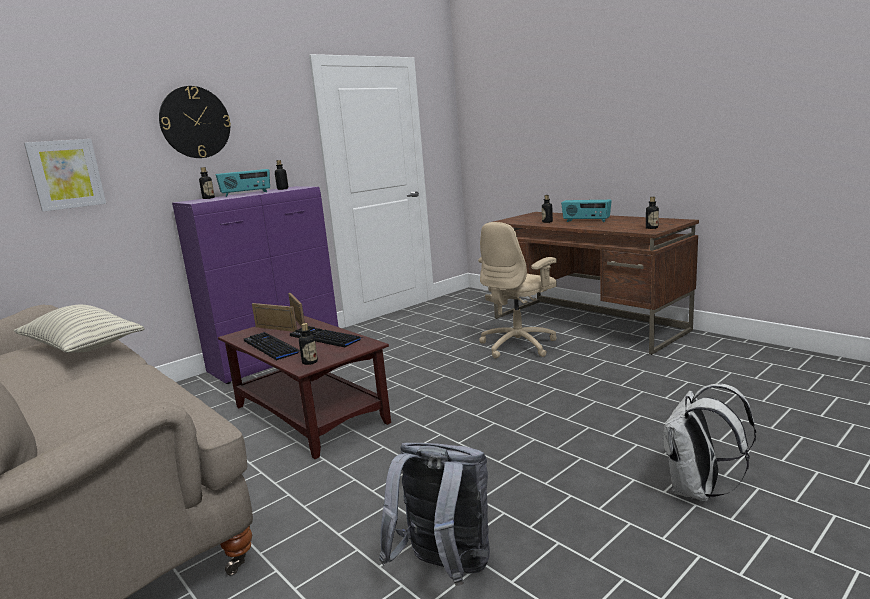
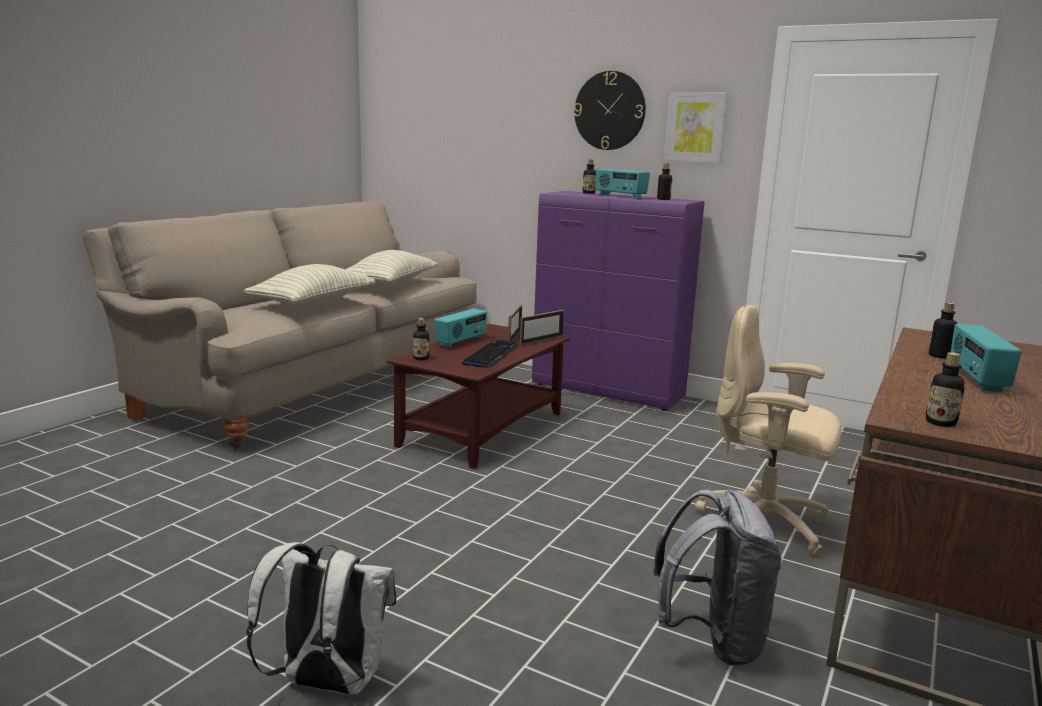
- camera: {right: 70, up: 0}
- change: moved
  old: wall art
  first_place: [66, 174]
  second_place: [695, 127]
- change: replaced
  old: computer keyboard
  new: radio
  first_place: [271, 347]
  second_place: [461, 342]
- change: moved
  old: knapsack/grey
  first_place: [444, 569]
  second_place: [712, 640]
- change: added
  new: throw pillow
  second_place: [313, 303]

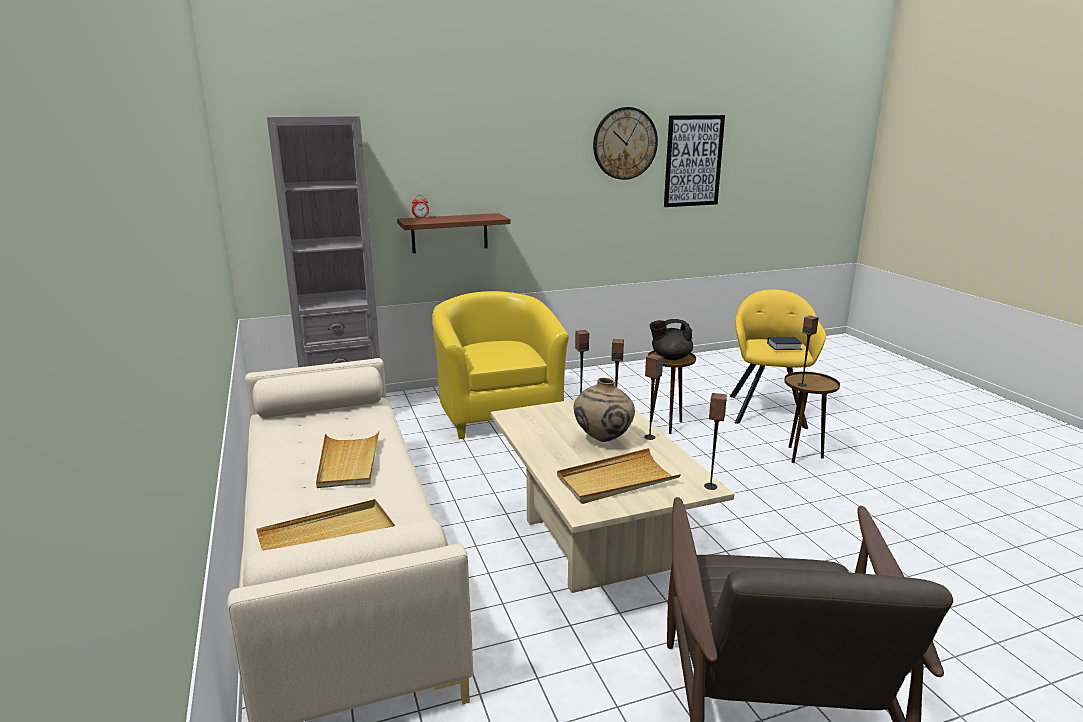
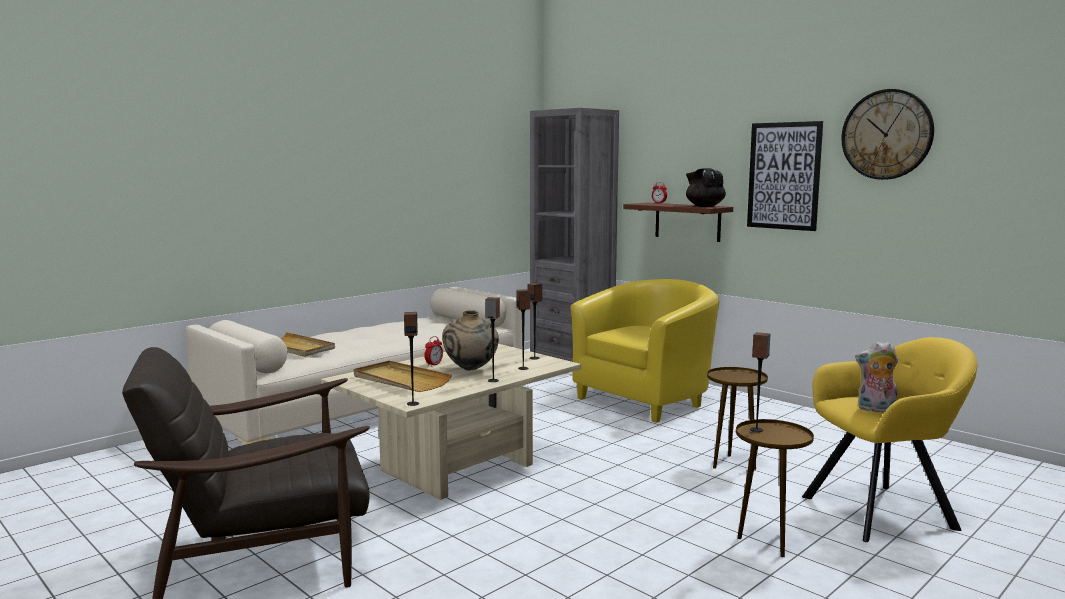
- camera: {right: 65, up: -10}
- change: removed
  old: carrying tray/beige
  first_place: [348, 462]
- change: moved
  old: teapot/black-coloured
  first_place: [670, 357]
  second_place: [704, 206]
- change: moved
  old: wall art
  first_place: [693, 161]
  second_place: [784, 176]
- change: replaced
  old: volume
  new: cuddly toy
  first_place: [784, 346]
  second_place: [875, 410]
- change: added
  new: table clock
  second_place: [434, 365]

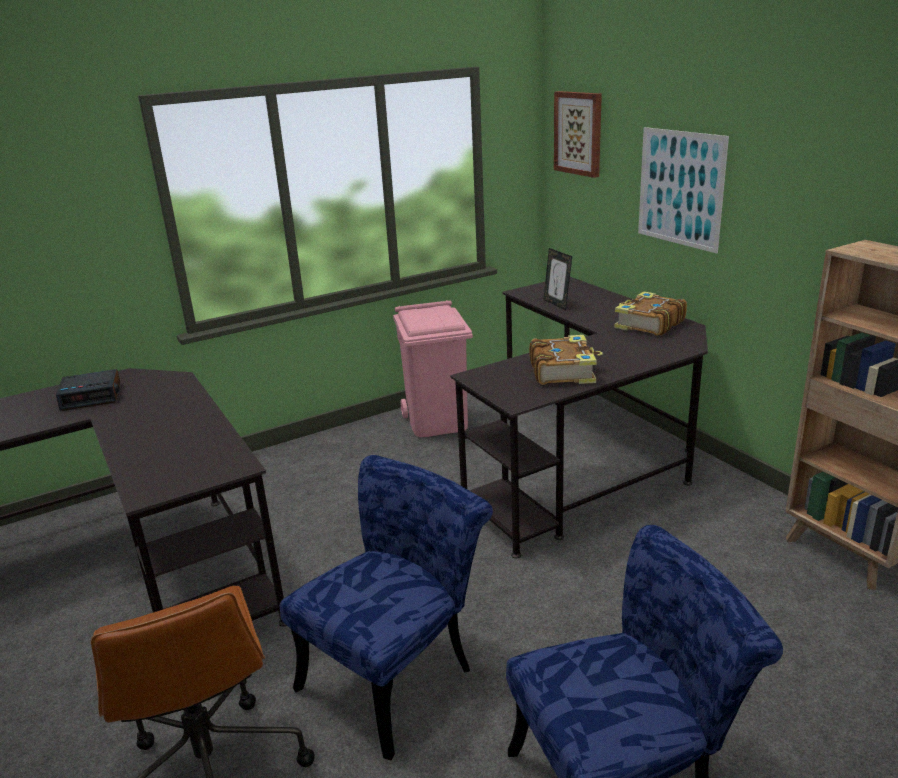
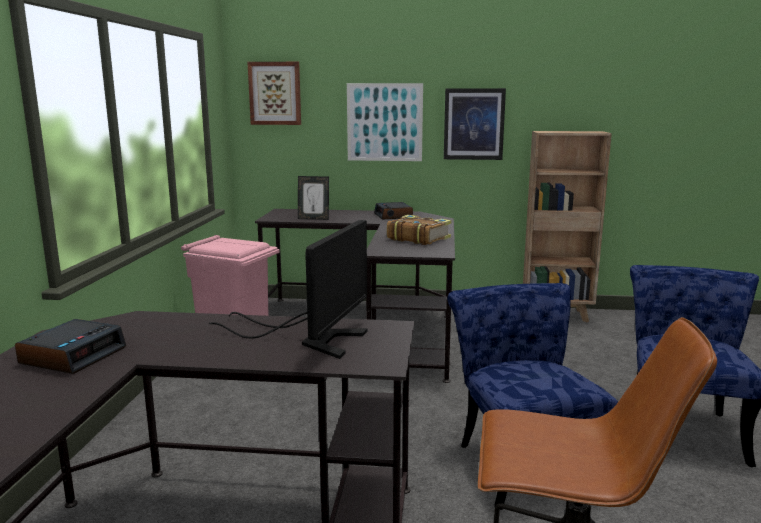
- camera: {right: -55, up: -10}
- change: replaced
  old: volume
  new: table clock
  first_place: [648, 324]
  second_place: [393, 216]
- change: added
  new: computer screen
  second_place: [312, 338]
- change: added
  new: wall art
  second_place: [474, 124]

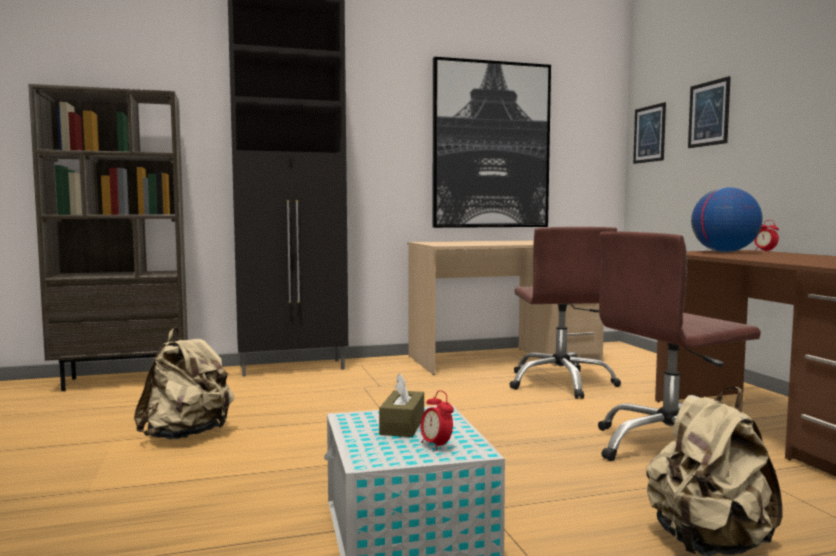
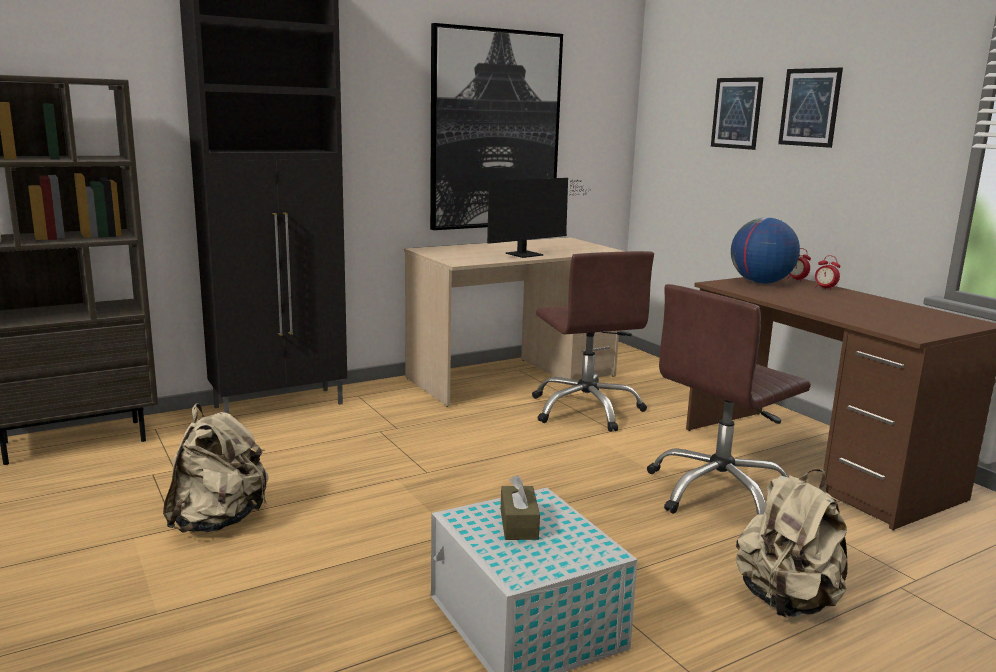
- camera: {right: -15, up: 10}
- change: moved
  old: table clock
  first_place: [436, 446]
  second_place: [824, 288]
- change: moved
  old: wall art
  first_place: [649, 134]
  second_place: [809, 107]
- change: added
  new: computer screen
  second_place: [529, 254]

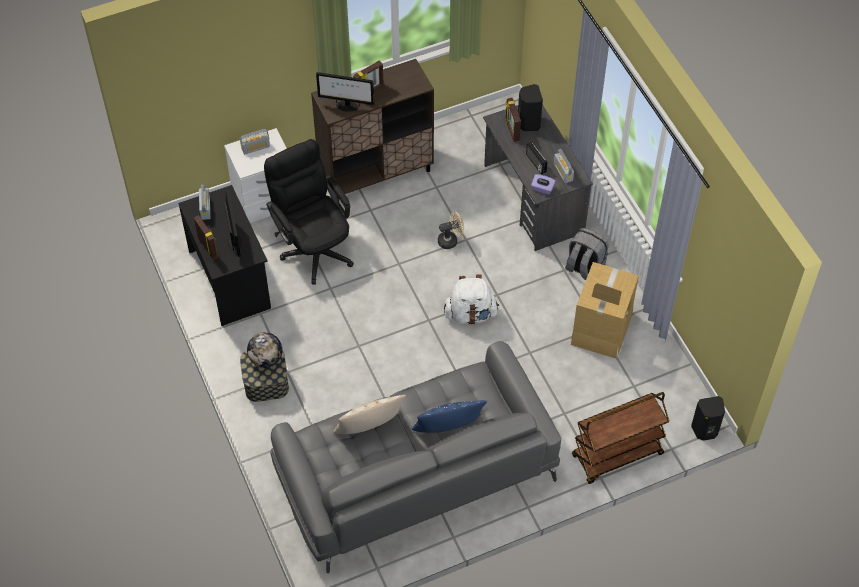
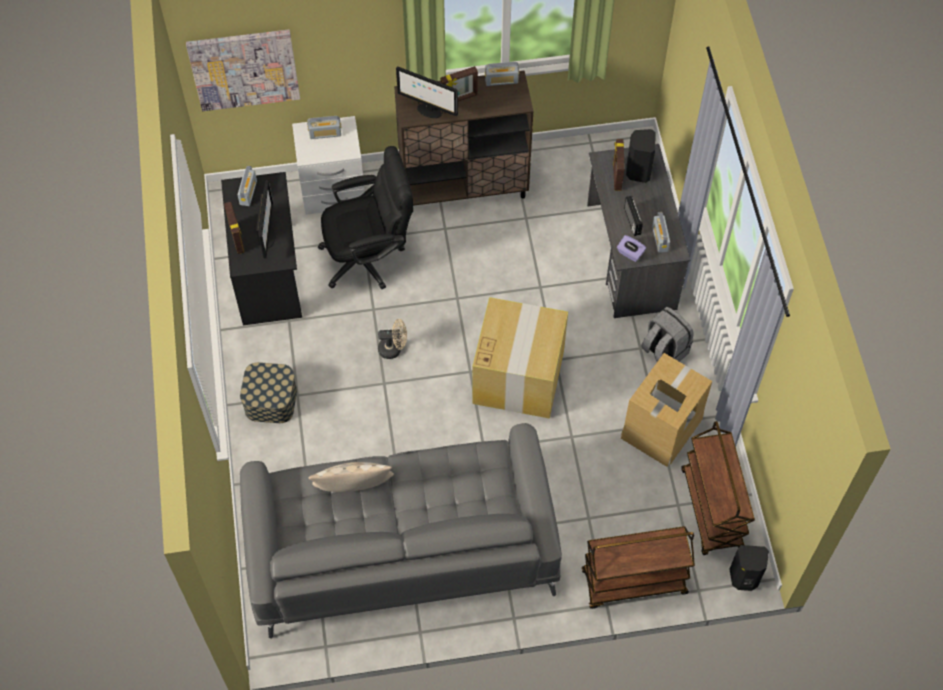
- camera: {right: 15, up: 5}
- change: removed
  old: globe
  first_place: [266, 359]
- change: turned
  old: office chair/black-coloured
  first_place: [313, 247]
  second_place: [370, 257]
  degrees: 90
- change: removed
  old: throw pillow/blue
  first_place: [448, 429]
- change: moved
  old: fan/beige
  first_place: [450, 240]
  second_place: [393, 349]
- change: replaced
  old: knapsack/white-coloured
  new: cardboard box
  first_place: [470, 314]
  second_place: [518, 376]
- change: added
  new: wall art
  second_place: [244, 68]
- change: added
  new: radio
  second_place: [501, 81]
- change: added
  new: wheeled cart/brownish
  second_place: [712, 510]

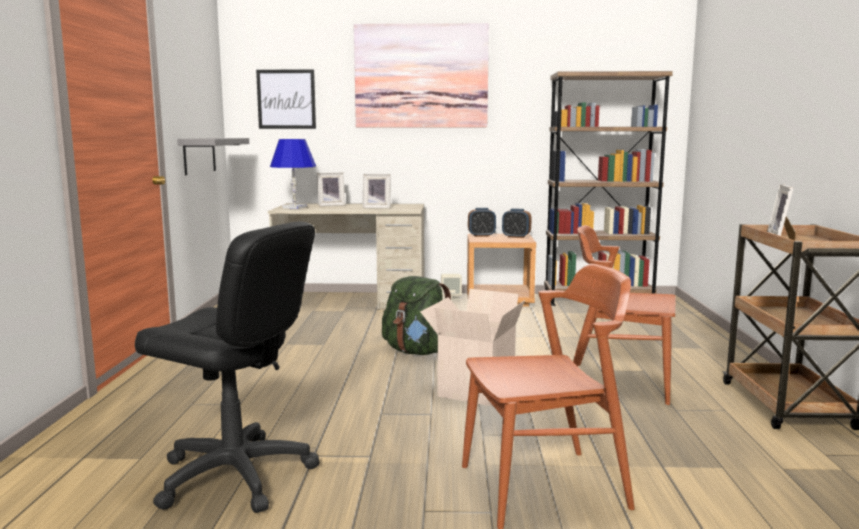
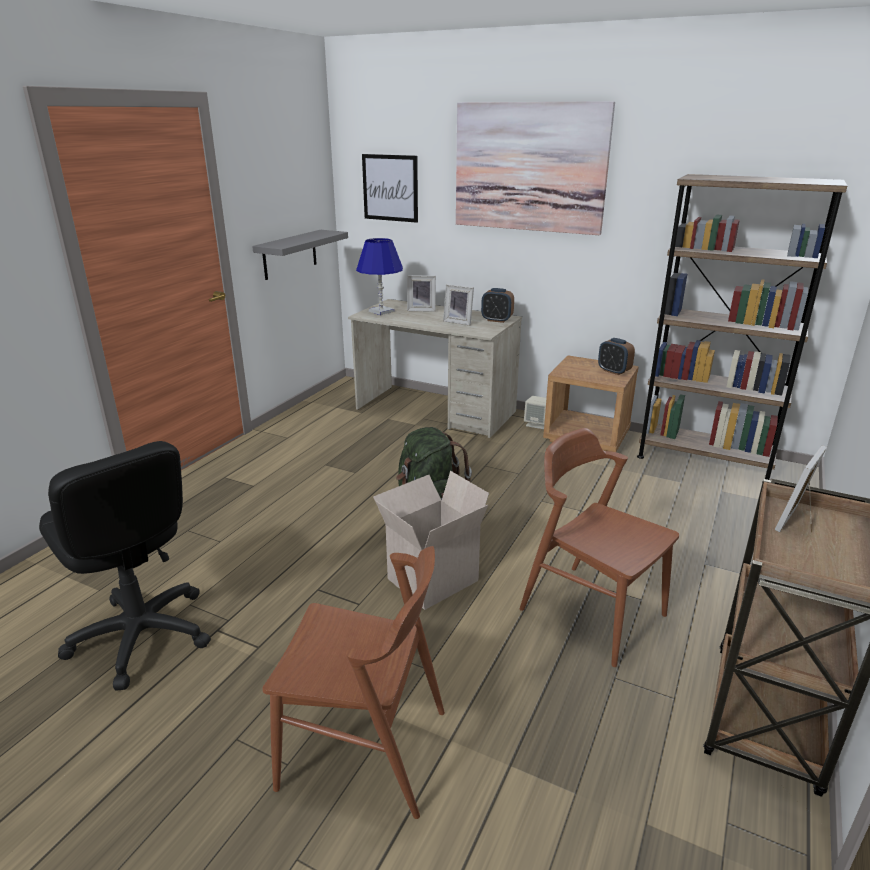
- camera: {right: 25, up: 15}
- change: moved
  old: table clock
  first_place: [481, 235]
  second_place: [497, 320]

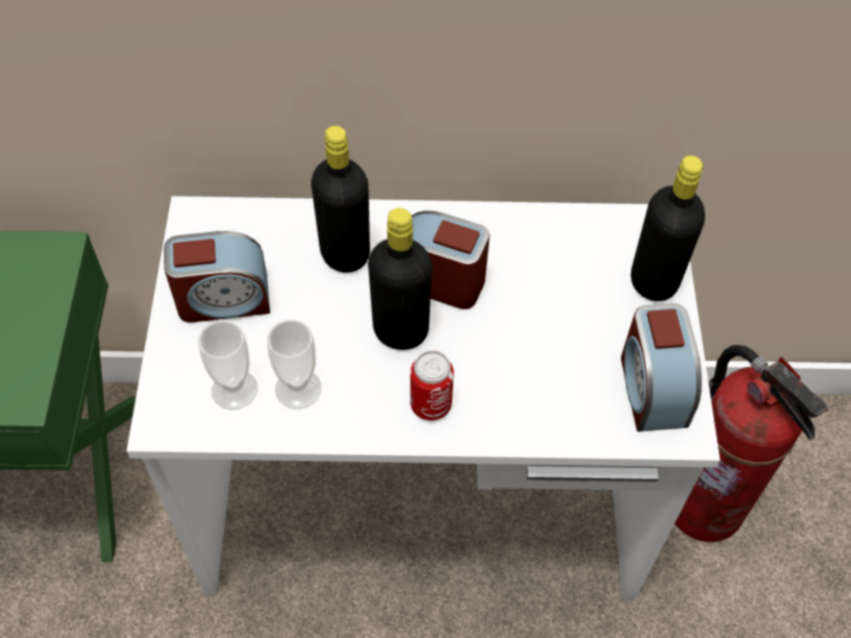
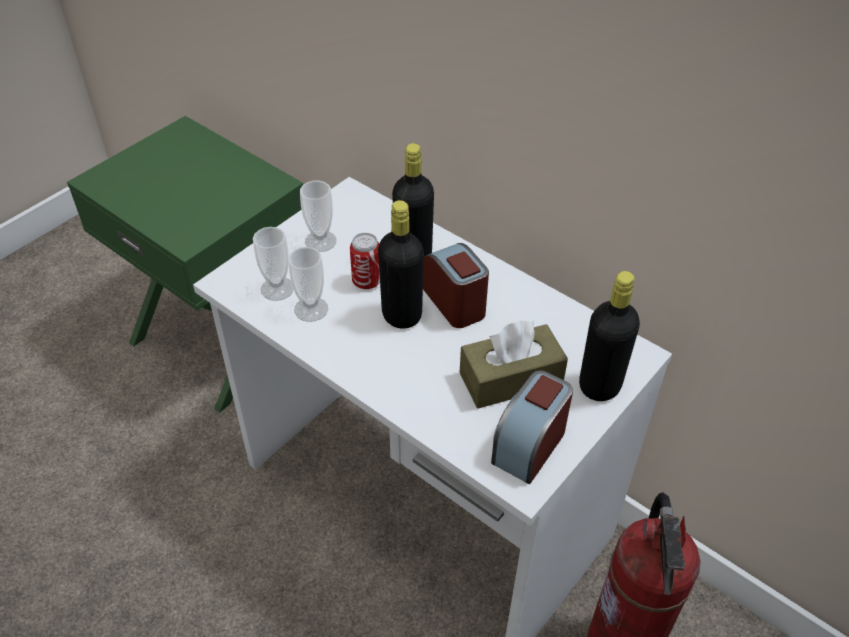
- camera: {right: 40, up: -10}
- change: replaced
  old: table clock
  new: cup
  first_place: [223, 299]
  second_place: [320, 241]
- change: moved
  old: can
  first_place: [430, 405]
  second_place: [367, 281]
- change: added
  new: box of tissues/brownish
  second_place: [511, 379]

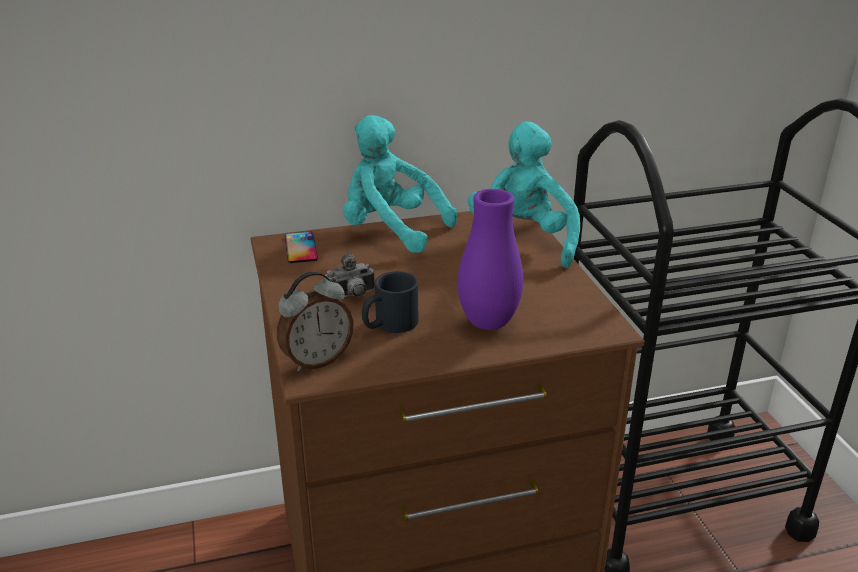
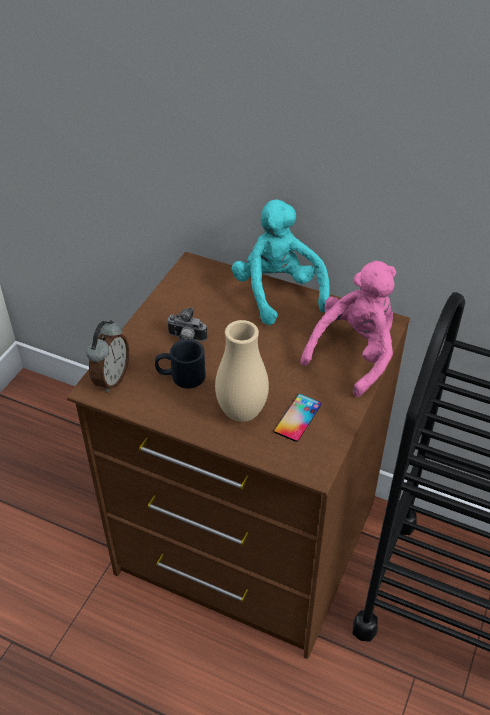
- camera: {right: 40, up: 15}
- change: turned
  old: table clock
  first_place: [316, 360]
  second_place: [111, 378]
  degrees: -75
- change: moved
  old: handset
  first_place: [300, 248]
  second_place: [297, 417]
- change: recoloured
  old: decorative vase/purple
  new: decorative vase/beige
  first_place: [488, 323]
  second_place: [242, 412]
- change: recoloured
  old: cuddly toy/blue-green
  new: cuddly toy/pink-coloured
  first_place: [521, 243]
  second_place: [354, 354]

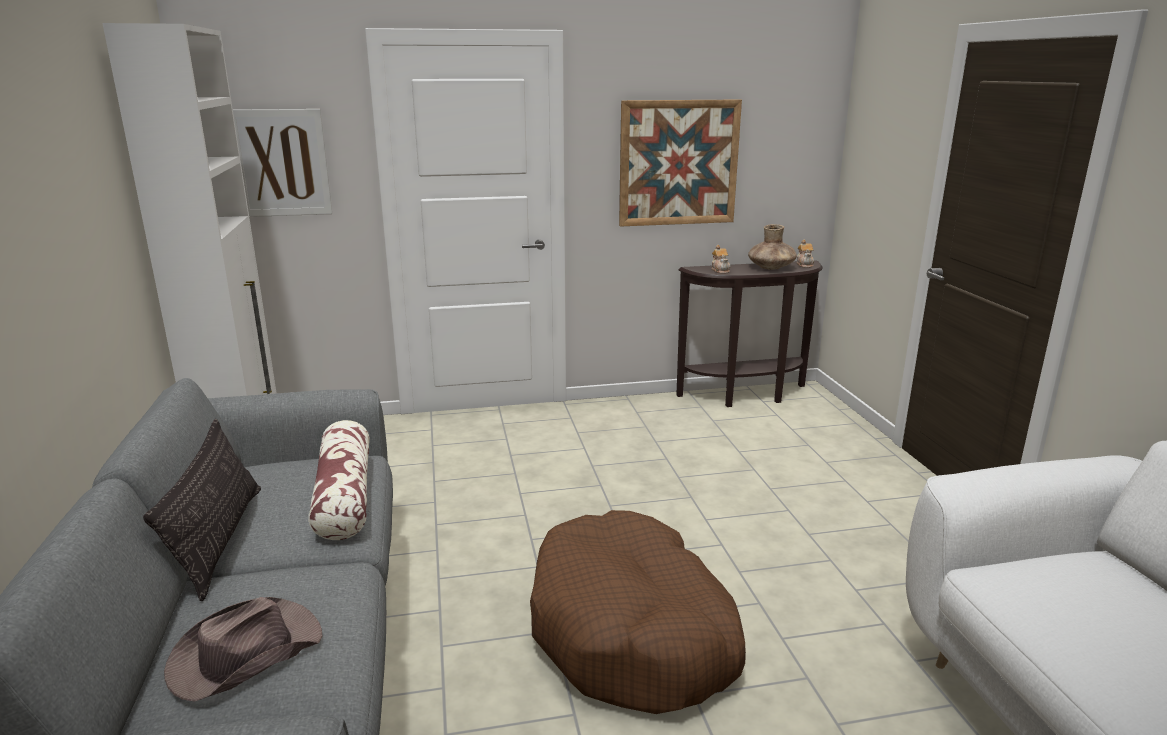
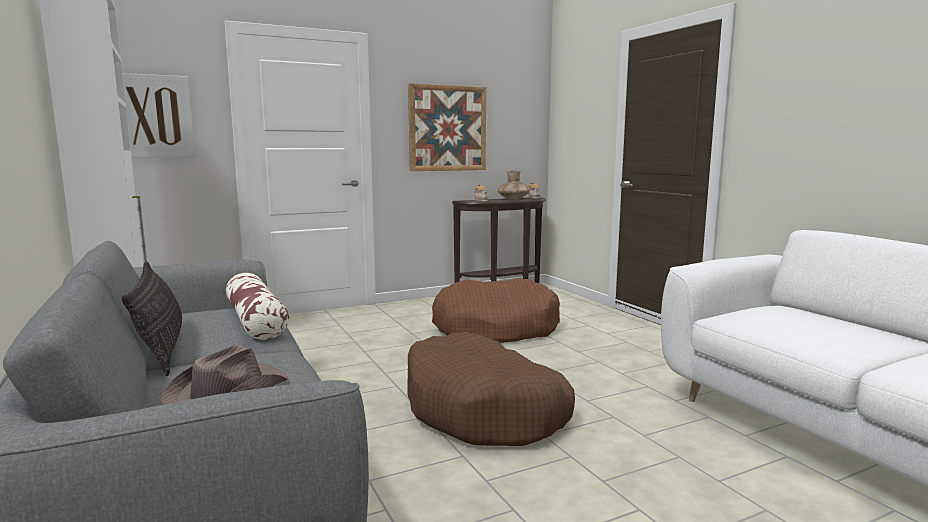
- camera: {right: -15, up: -10}
- change: added
  new: dog cushion/brownish
  second_place: [495, 328]

